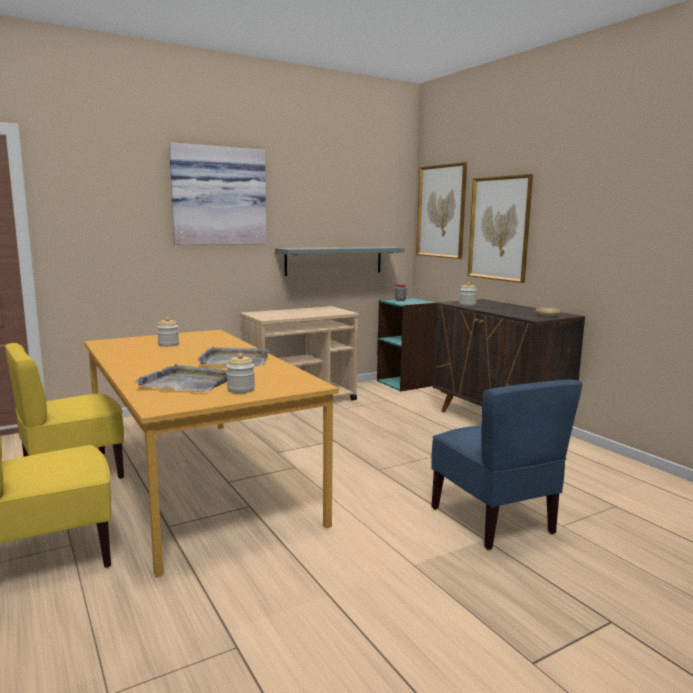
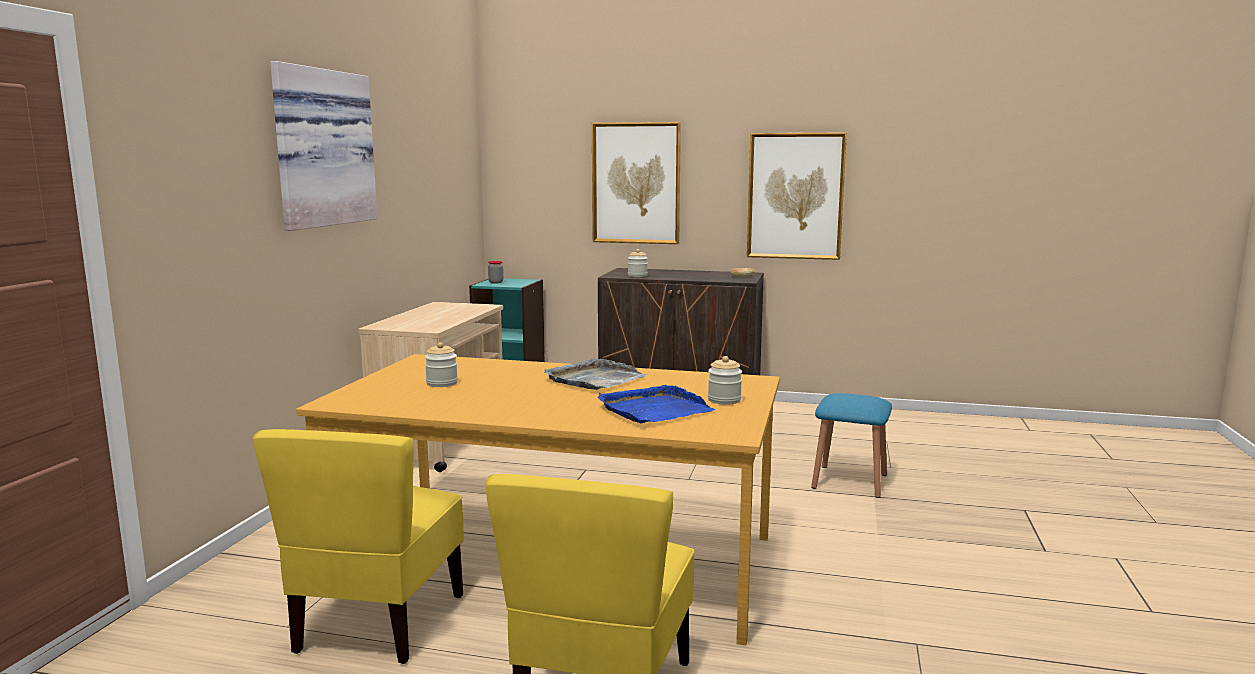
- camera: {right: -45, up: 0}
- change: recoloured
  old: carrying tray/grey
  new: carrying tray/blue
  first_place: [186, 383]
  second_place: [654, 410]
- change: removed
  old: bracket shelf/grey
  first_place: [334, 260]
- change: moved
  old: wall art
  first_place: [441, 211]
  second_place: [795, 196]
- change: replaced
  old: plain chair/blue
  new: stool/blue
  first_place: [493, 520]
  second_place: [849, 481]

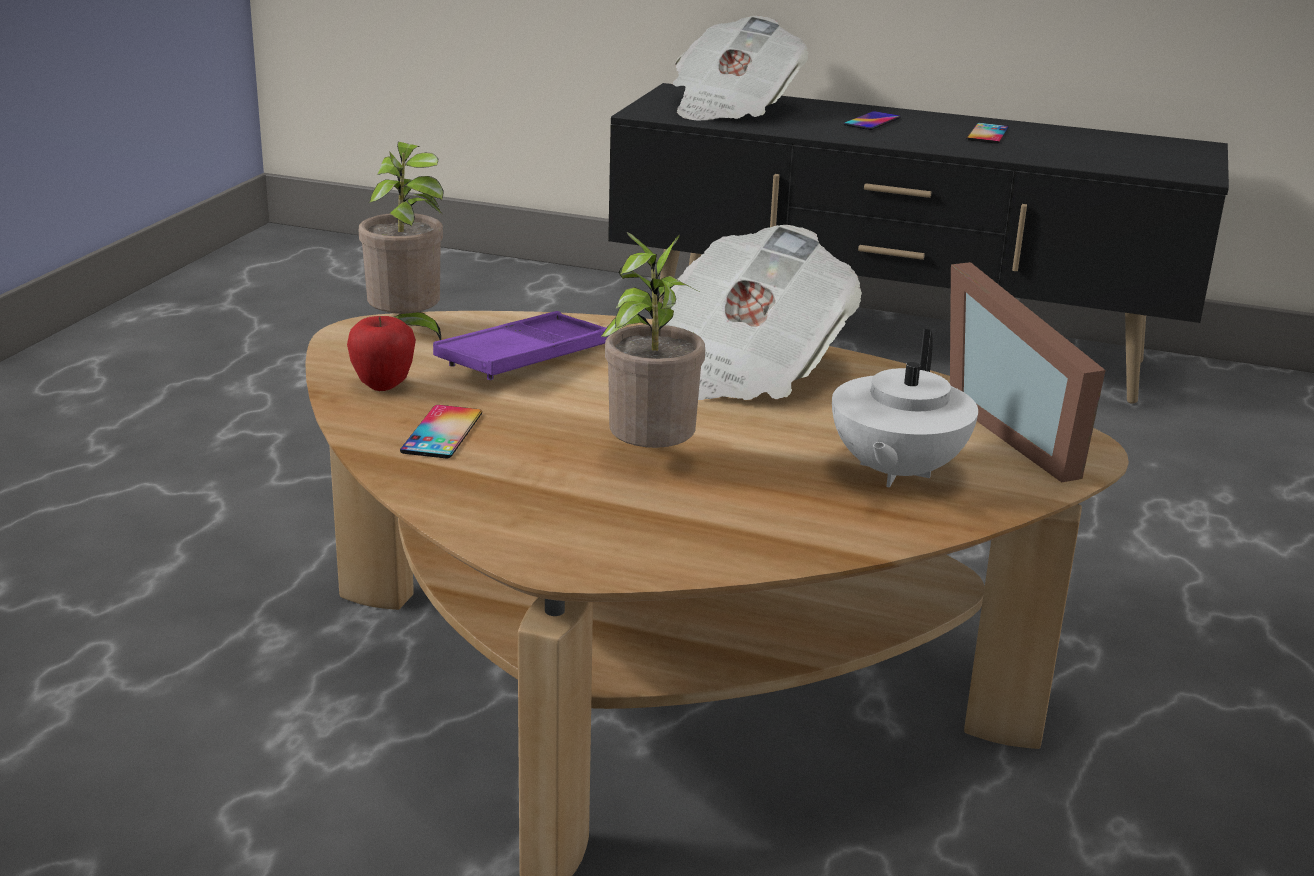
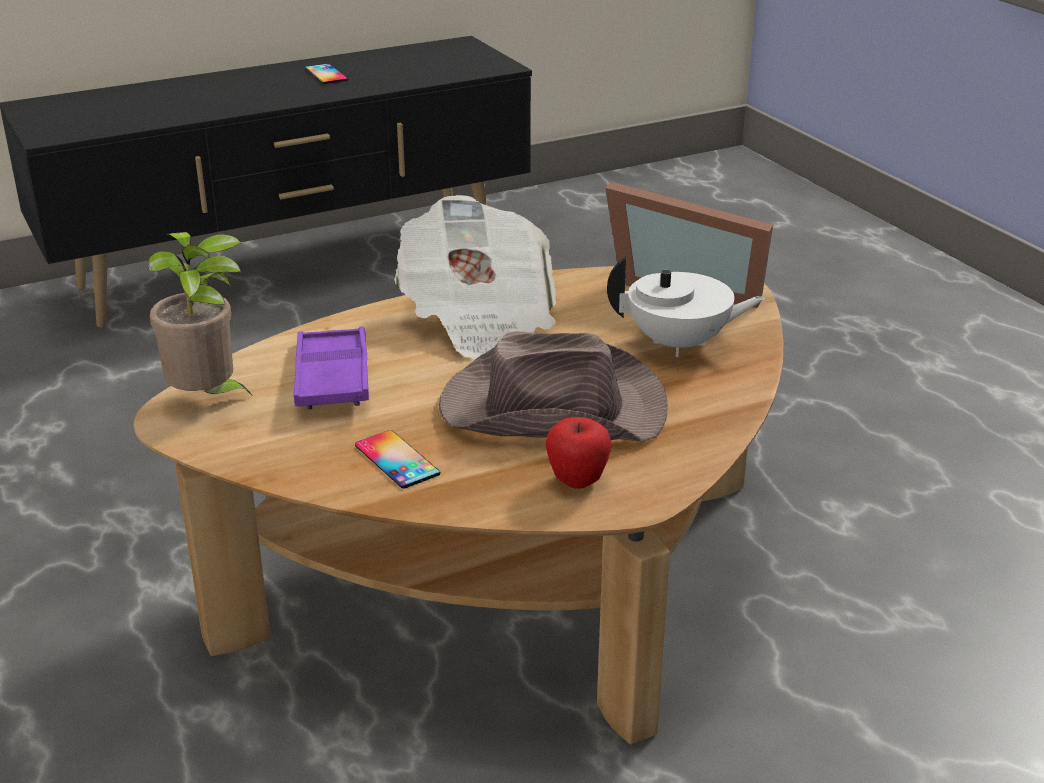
- camera: {right: -45, up: 5}
- change: moved
  old: apple
  first_place: [383, 385]
  second_place: [577, 481]
- change: replaced
  old: plant in a pot
  new: wearable hat/brownish
  first_place: [649, 460]
  second_place: [550, 408]
- change: removed
  old: newspaper
  first_place: [732, 108]
- change: turned
  old: teapot/white-coloured
  first_place: [895, 472]
  second_place: [679, 344]
  degrees: -60
- change: removed
  old: handset
  first_place: [872, 121]

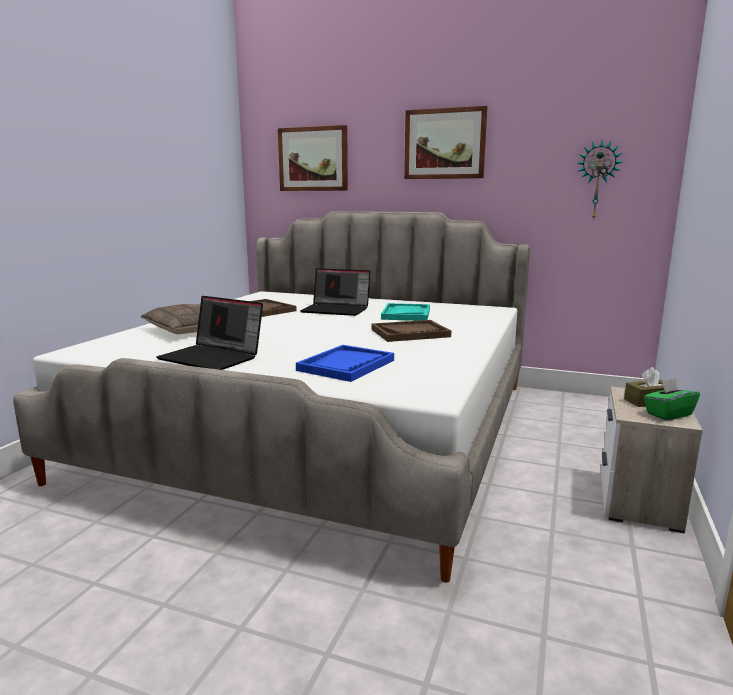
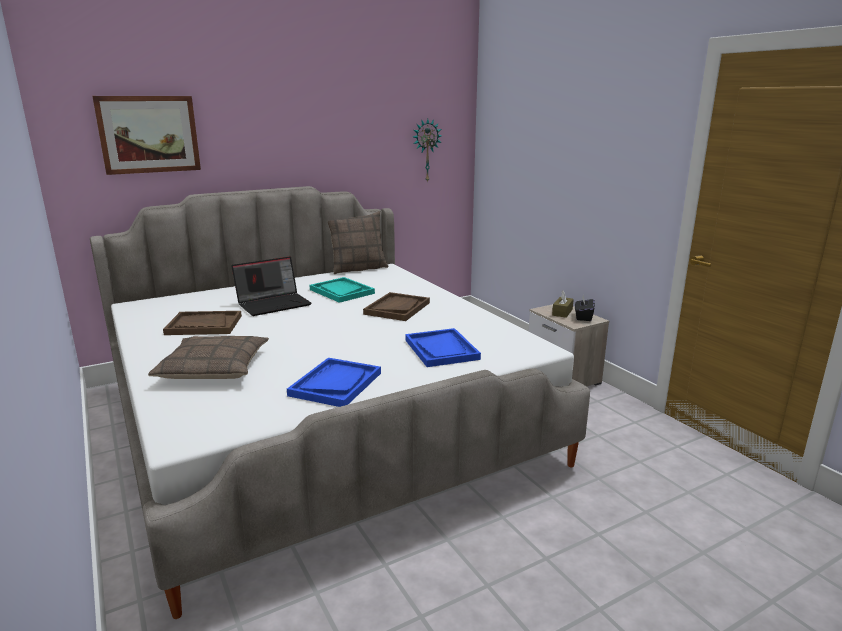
- camera: {right: -50, up: 5}
- change: replaced
  old: notebook computer
  new: carrying tray/blue
  first_place: [213, 357]
  second_place: [335, 384]
- change: removed
  old: wall art
  first_place: [444, 144]
- change: recoloured
  old: box of tissues/greenish
  new: box of tissues/black-coloured
  first_place: [668, 414]
  second_place: [583, 317]
- change: added
  new: throw pillow
  second_place: [358, 268]

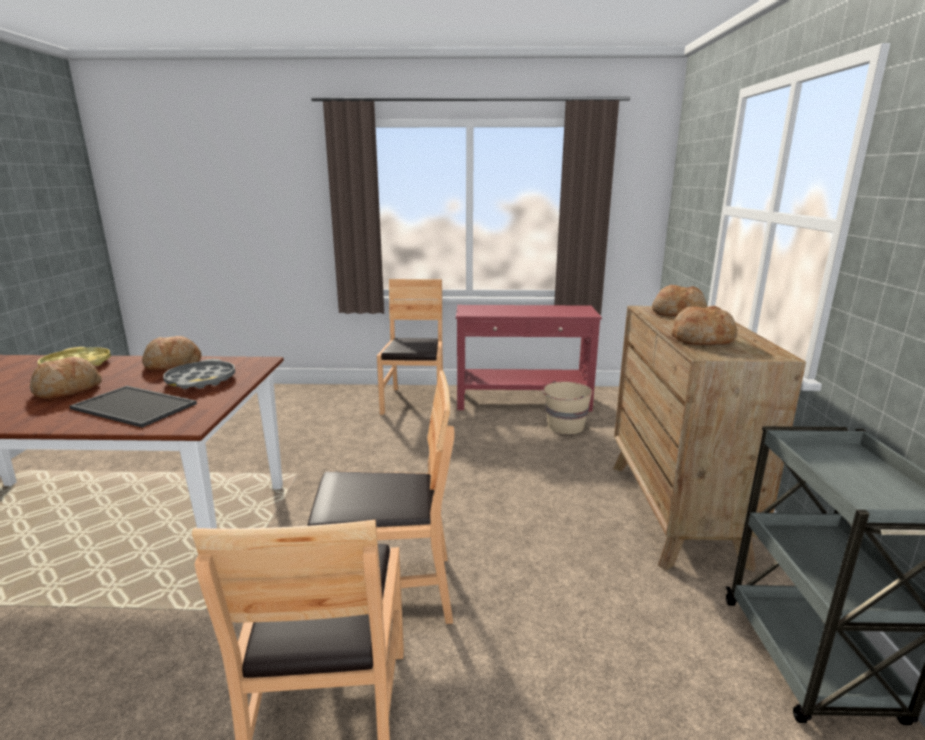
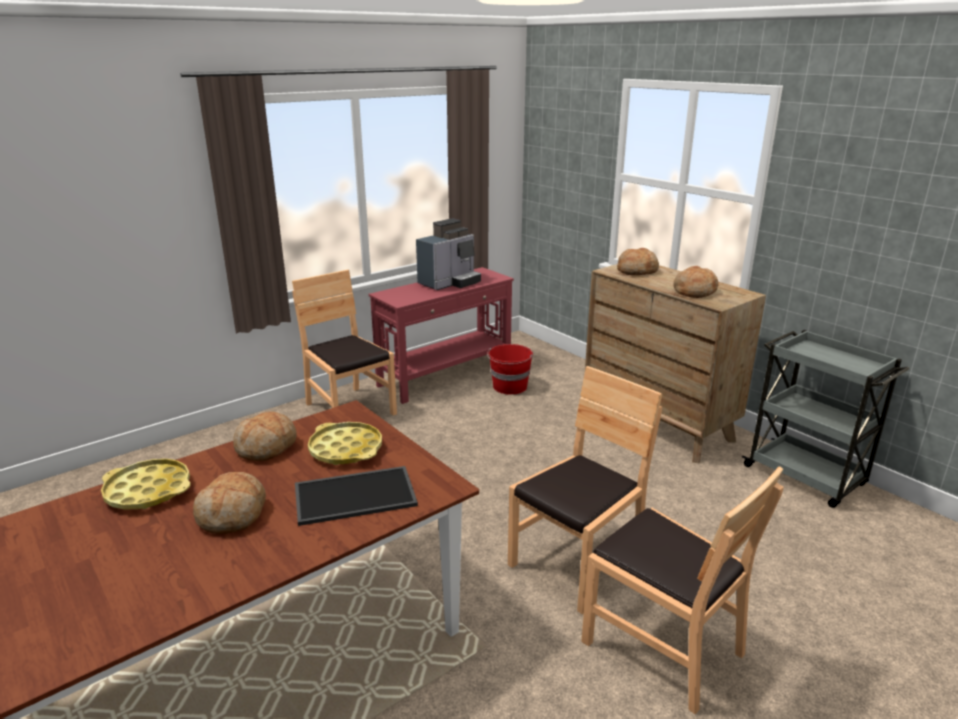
- camera: {right: -40, up: 5}
- change: recoloured
  old: carrying tray/grey
  new: carrying tray/yellowish
  first_place: [201, 380]
  second_place: [346, 449]
- change: recoloured
  old: water bucket/beige
  new: water bucket/red
  first_place: [565, 426]
  second_place: [509, 387]
- change: added
  new: coffee machine
  second_place: [450, 283]

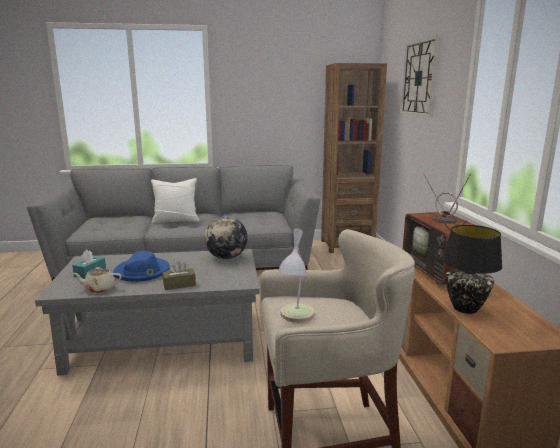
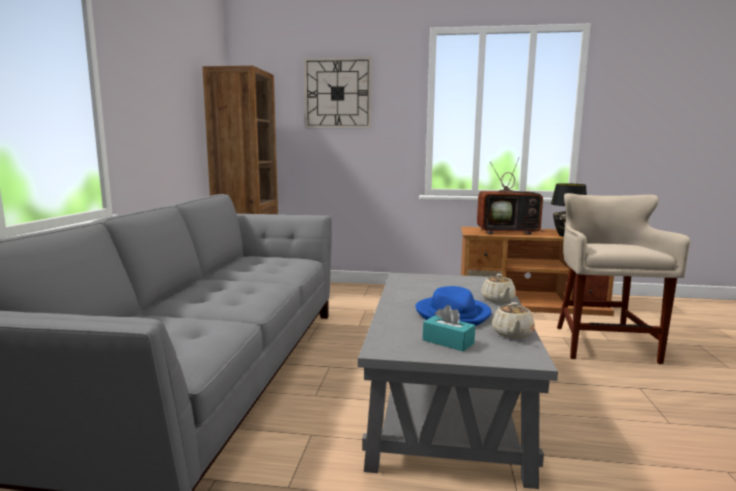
- camera: {right: -75, up: -5}
- change: removed
  old: throw pillow/white-coloured
  first_place: [176, 220]
- change: replaced
  old: box of tissues/brownish
  new: teapot/beige
  first_place: [179, 285]
  second_place: [498, 300]
- change: removed
  old: globe
  first_place: [226, 257]
- change: removed
  old: lamp for a table
  first_place: [295, 317]

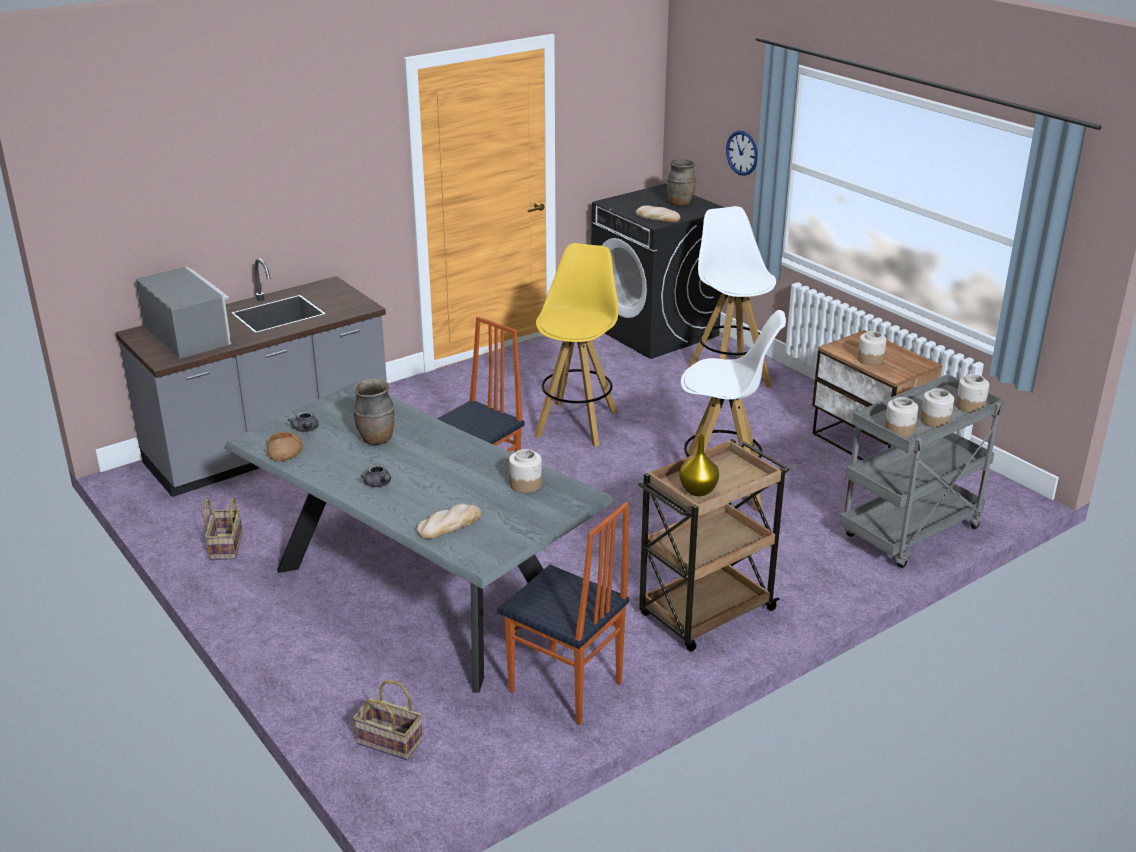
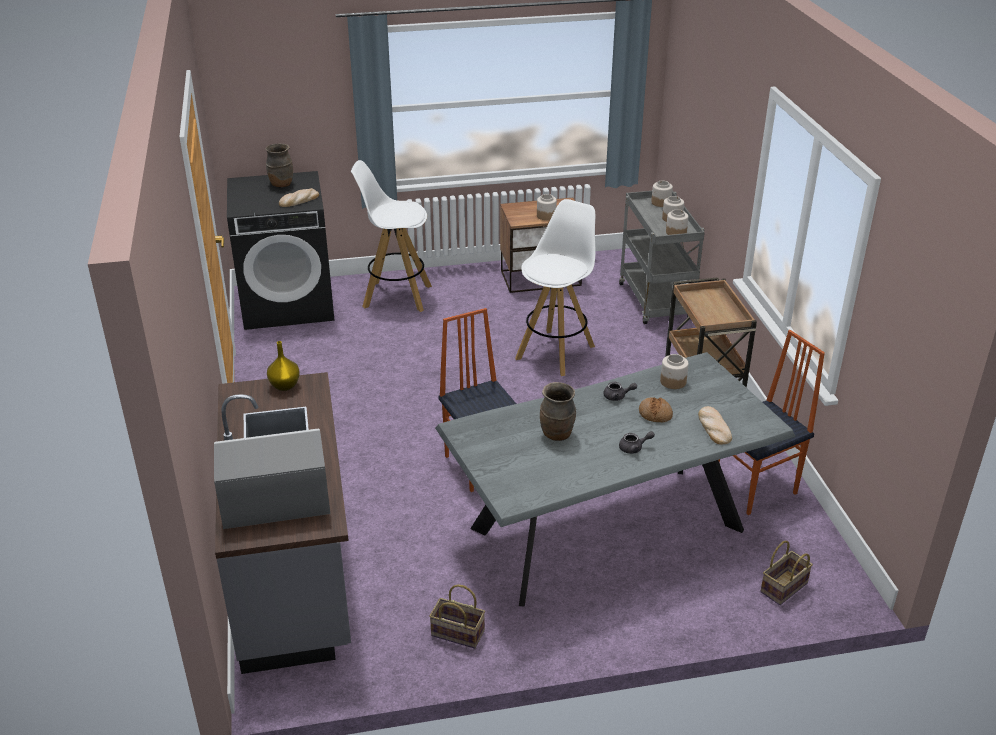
- camera: {right: -65, up: 5}
- change: moved
  old: baked bread
  first_place: [285, 452]
  second_place: [655, 414]
- change: moved
  old: teapot/grey
  first_place: [306, 430]
  second_place: [617, 396]
- change: removed
  old: stool/yellowish
  first_place: [577, 423]
- change: moved
  old: decorative vase/yellowish
  first_place: [697, 491]
  second_place: [284, 386]
- change: removed
  old: clock on the wall
  first_place: [742, 153]

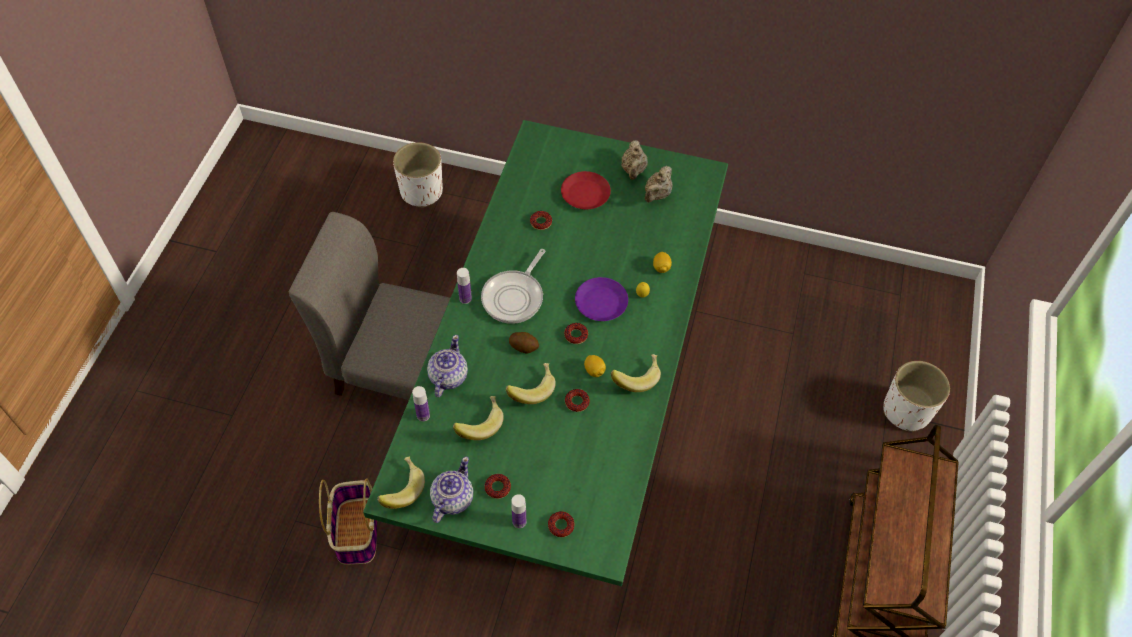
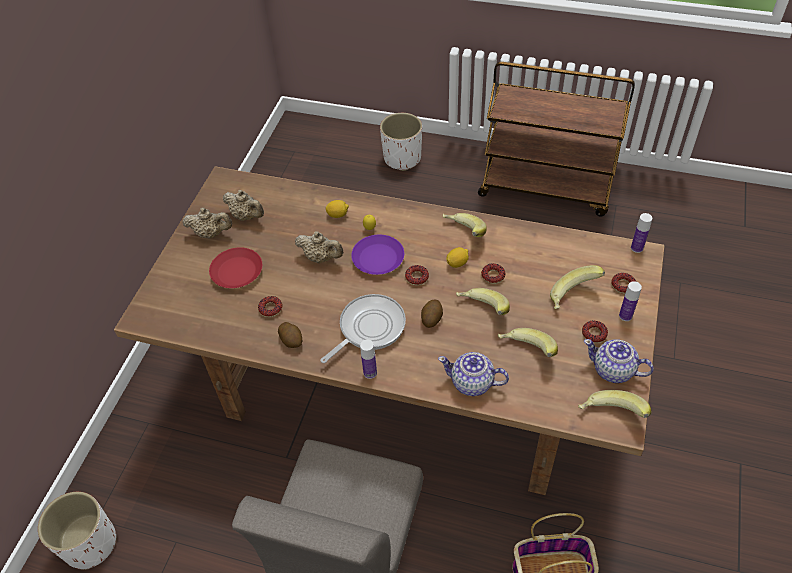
- camera: {right: -85, up: -5}
- change: recoloured
  old: dinner table/greenish
  new: dinner table/brownish
  first_place: [563, 412]
  second_place: [404, 386]
- change: moved
  old: bottle
  first_place: [423, 415]
  second_place: [637, 248]
- change: turned
  old: skillet
  first_place: [515, 297]
  second_place: [369, 328]
  degrees: -75
- change: added
  new: whole potato
  second_place: [292, 340]
- change: added
  new: teapot/beige
  second_place: [321, 257]
- change: added
  new: banana fruit
  second_place: [574, 297]

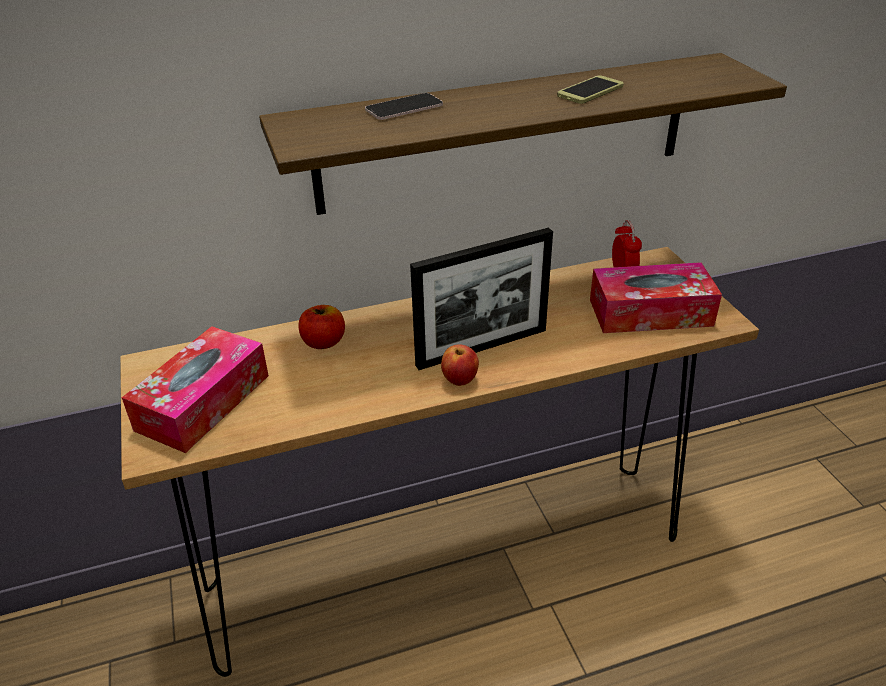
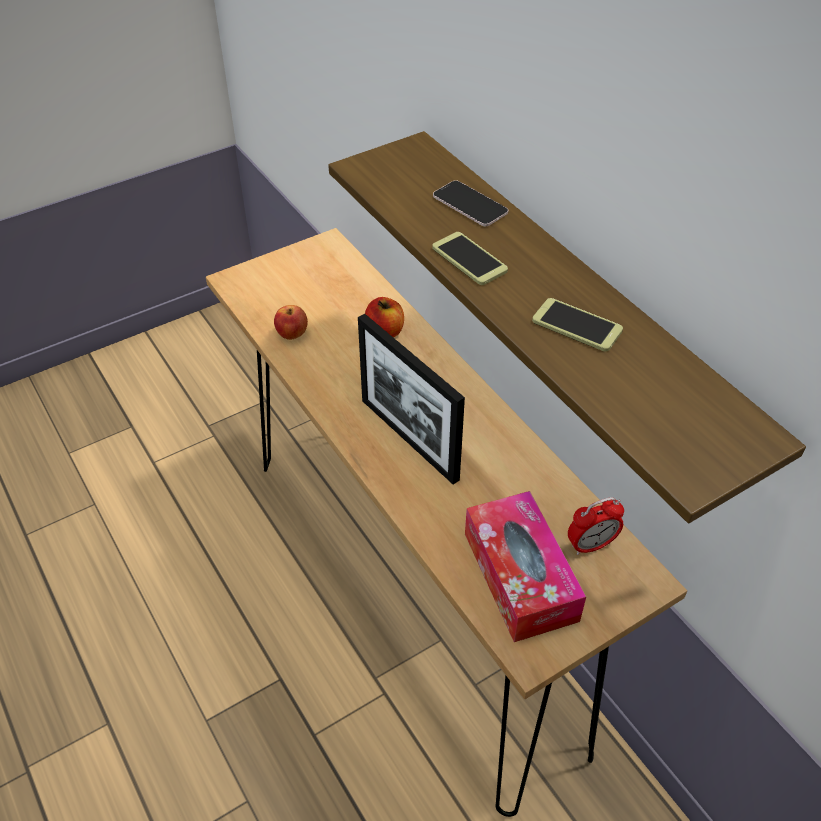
- camera: {right: 75, up: 10}
- change: removed
  old: box of tissues
  first_place: [203, 402]
- change: moved
  old: apple
  first_place: [460, 379]
  second_place: [292, 334]
- change: added
  new: handset
  second_place: [469, 259]

